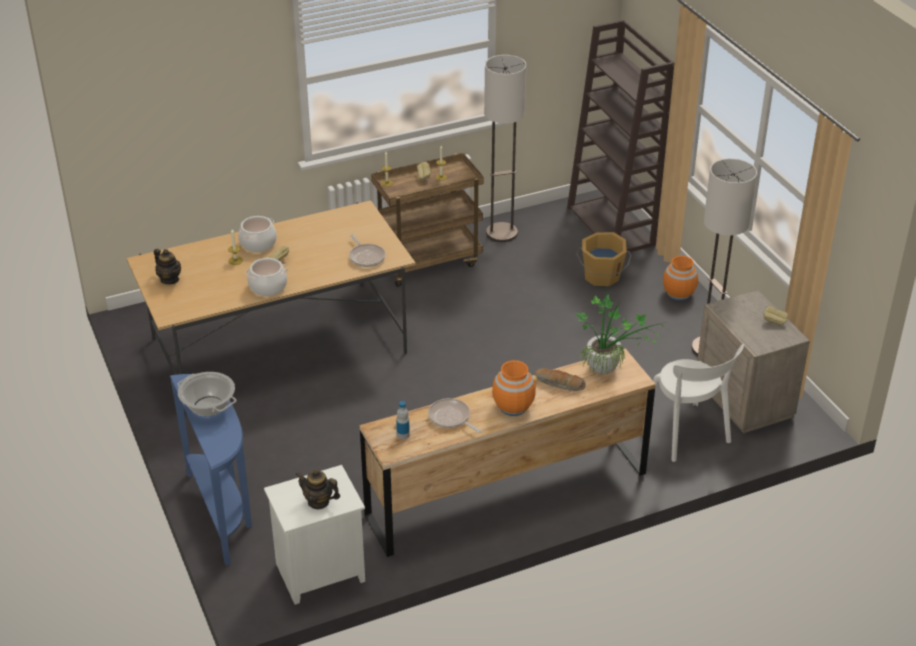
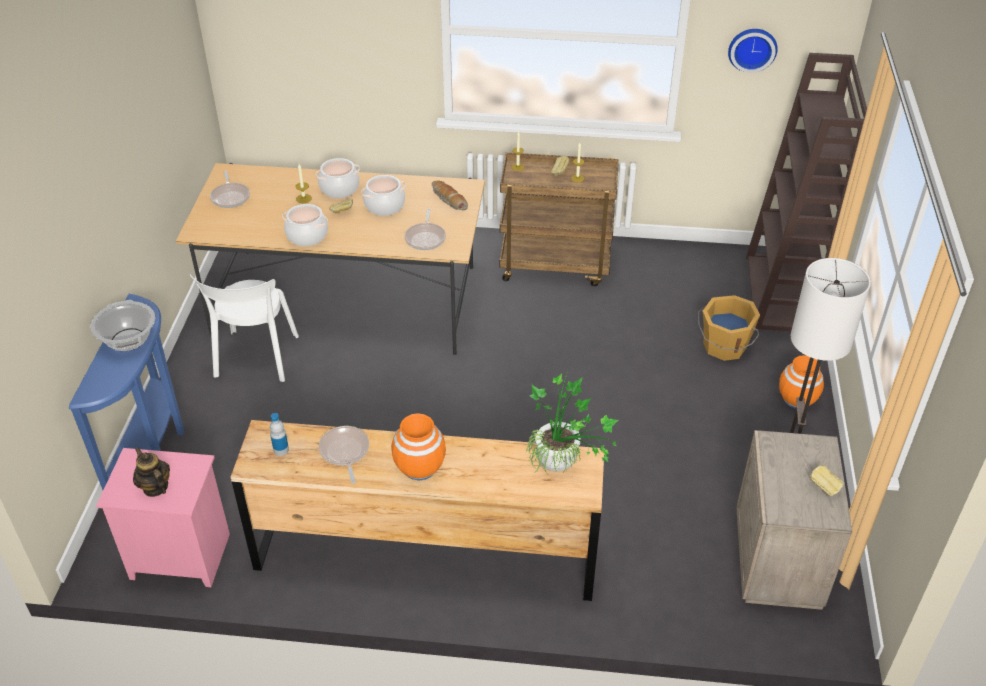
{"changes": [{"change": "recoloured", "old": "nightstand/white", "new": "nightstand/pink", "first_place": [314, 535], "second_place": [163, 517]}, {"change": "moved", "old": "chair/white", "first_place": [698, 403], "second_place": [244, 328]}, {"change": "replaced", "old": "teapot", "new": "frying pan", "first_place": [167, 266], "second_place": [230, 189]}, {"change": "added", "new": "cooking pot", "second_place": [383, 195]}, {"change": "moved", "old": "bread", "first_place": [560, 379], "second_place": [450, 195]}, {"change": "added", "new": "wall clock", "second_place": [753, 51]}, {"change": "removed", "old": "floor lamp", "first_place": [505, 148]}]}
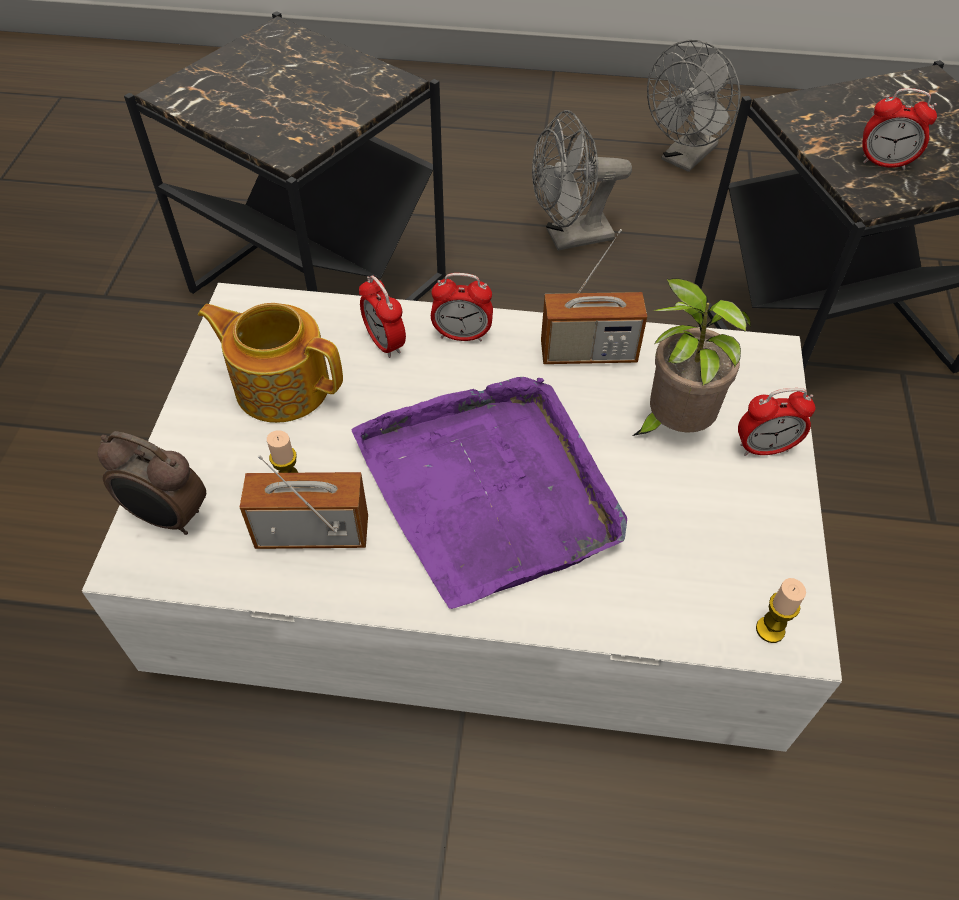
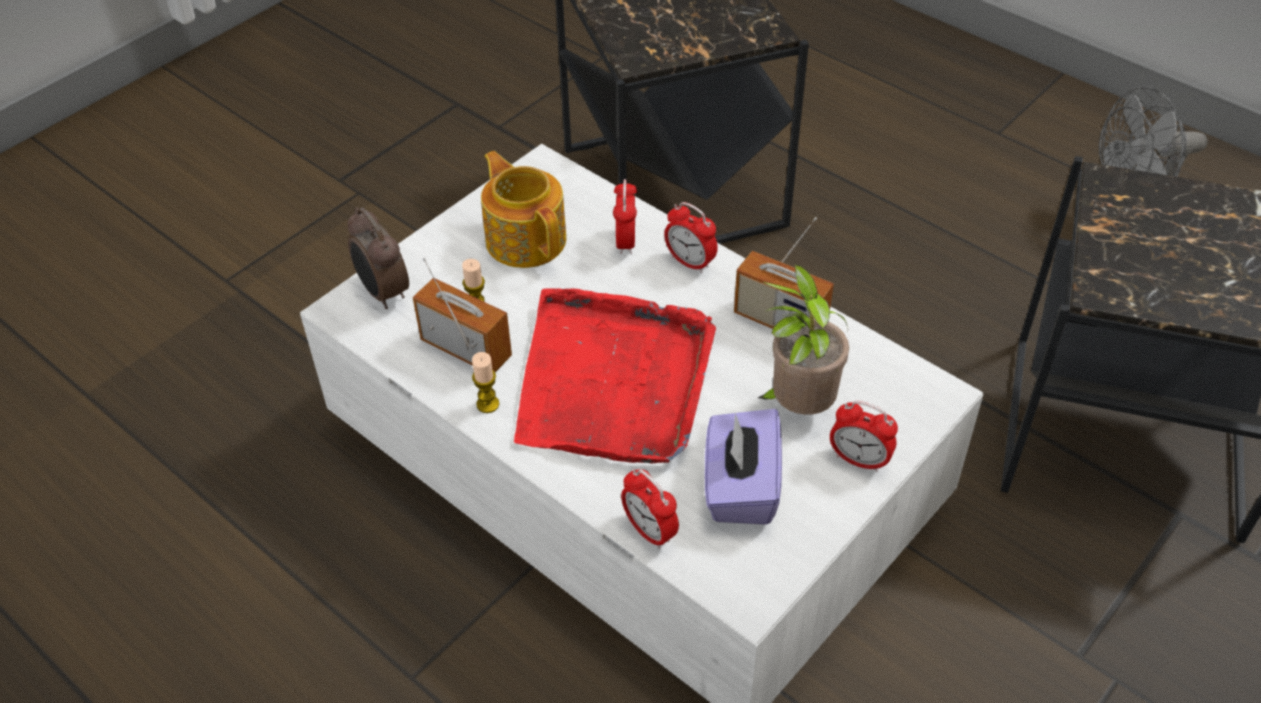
{"changes": [{"change": "moved", "old": "candle", "first_place": [781, 610], "second_place": [485, 382]}, {"change": "recoloured", "old": "tray/purple", "new": "tray/red", "first_place": [489, 493], "second_place": [615, 375]}, {"change": "moved", "old": "alarm clock", "first_place": [899, 129], "second_place": [650, 509]}, {"change": "added", "new": "tissue box/purple", "second_place": [743, 467]}, {"change": "removed", "old": "fan/grey", "first_place": [582, 180]}]}
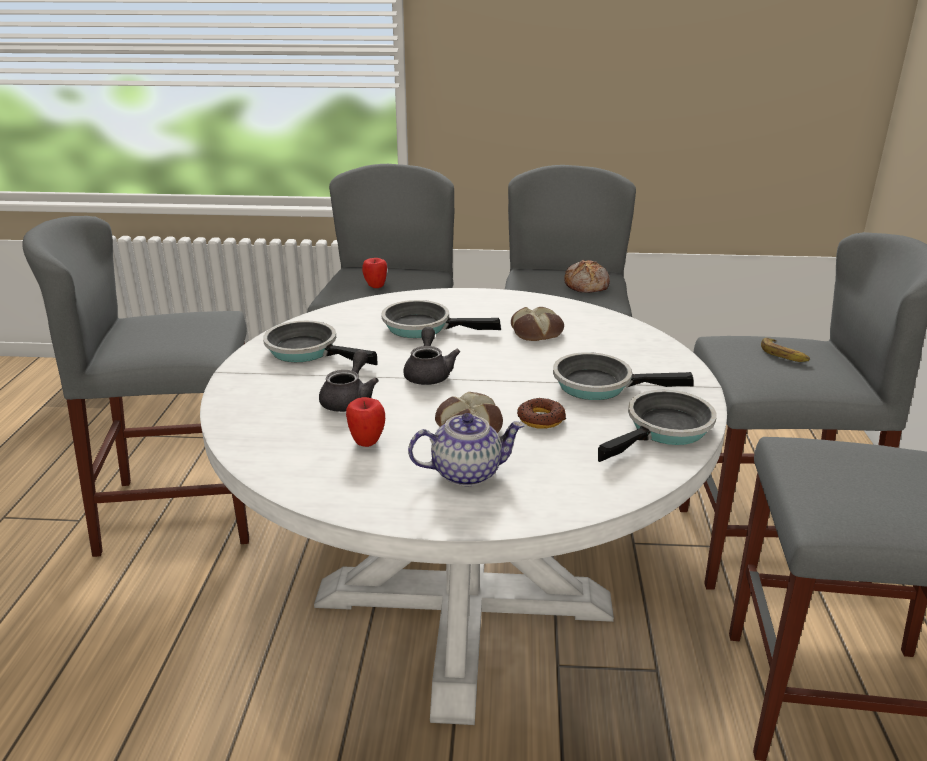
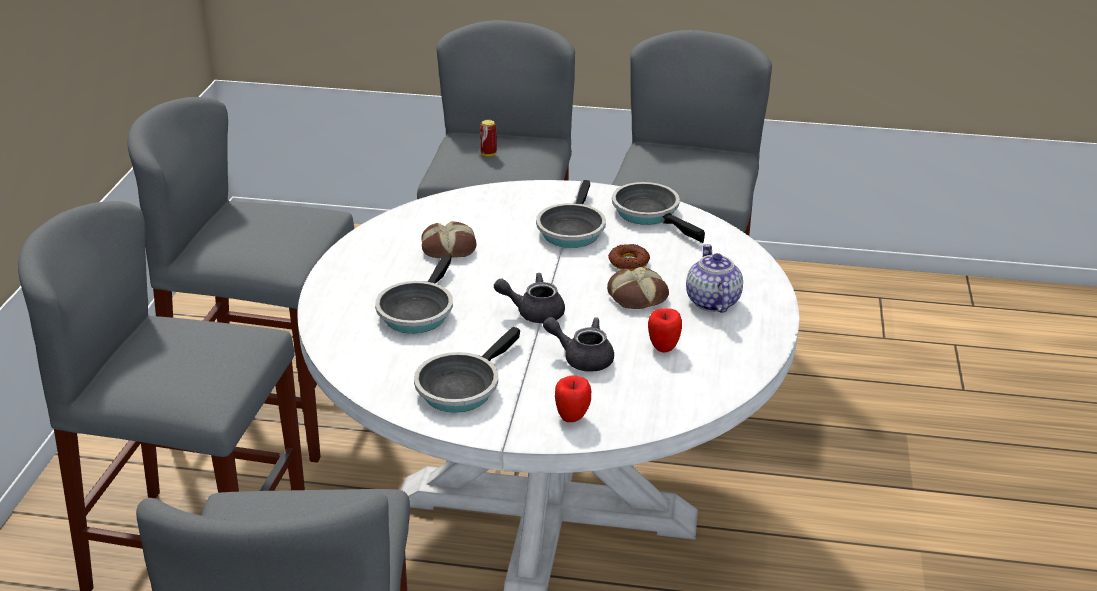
{"changes": [{"change": "replaced", "old": "banana", "new": "can", "first_place": [785, 350], "second_place": [488, 138]}, {"change": "moved", "old": "apple", "first_place": [374, 273], "second_place": [573, 399]}, {"change": "removed", "old": "bread", "first_place": [587, 276]}]}
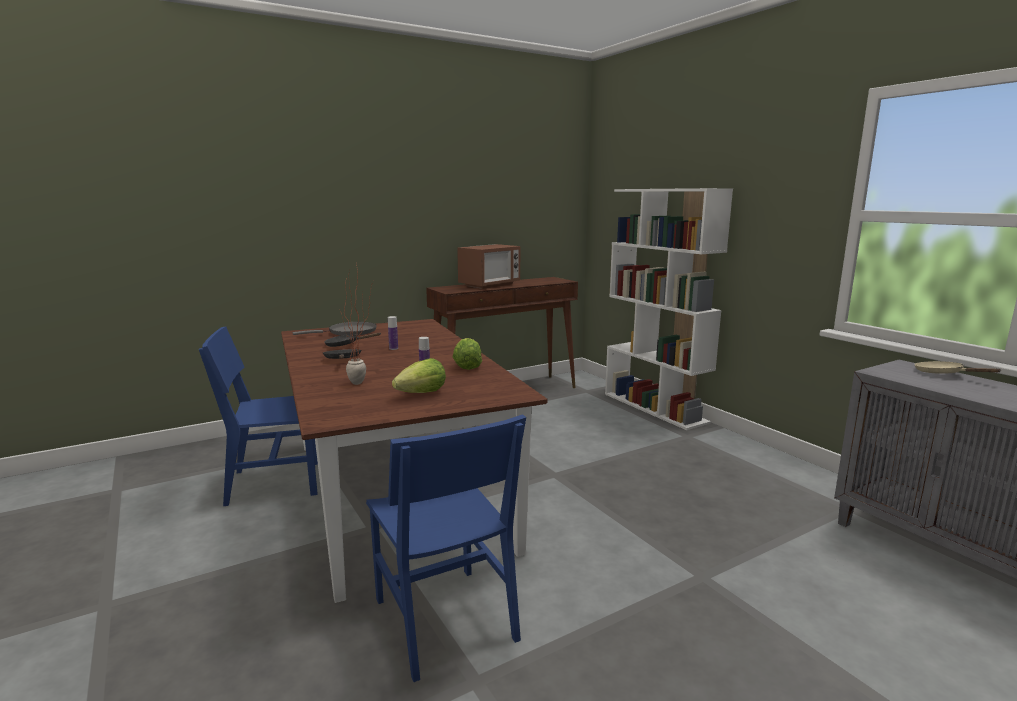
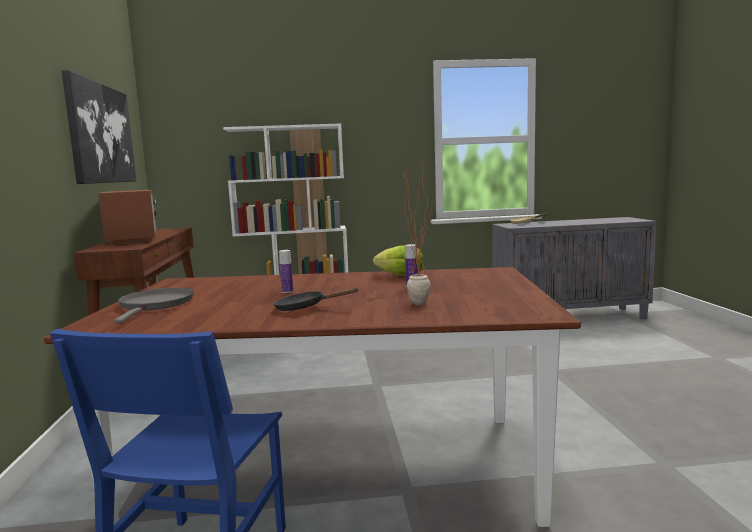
{"changes": [{"change": "added", "new": "picture", "second_place": [99, 127]}, {"change": "removed", "old": "frying pan/black", "first_place": [352, 339]}, {"change": "removed", "old": "chair/blue", "first_place": [446, 548]}, {"change": "removed", "old": "lettuce", "first_place": [419, 375]}]}
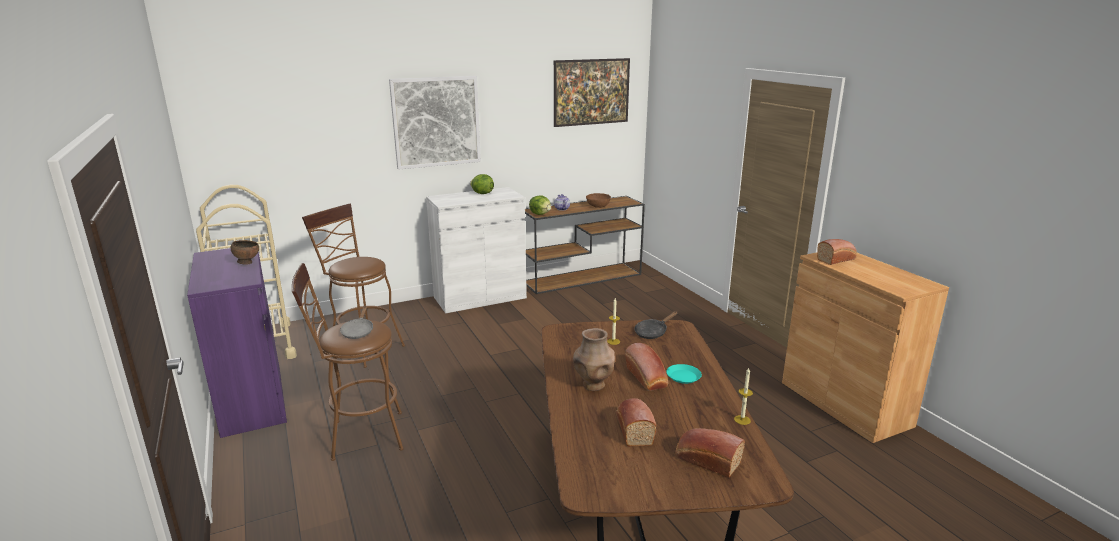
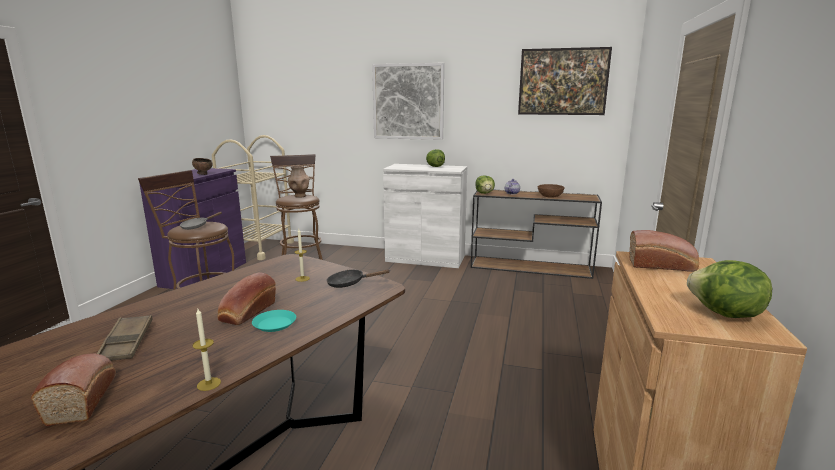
{"changes": [{"change": "replaced", "old": "bread", "new": "tray/brown", "first_place": [636, 422], "second_place": [124, 338]}, {"change": "moved", "old": "vase/brown", "first_place": [594, 359], "second_place": [298, 182]}, {"change": "added", "new": "lettuce", "second_place": [729, 289]}]}
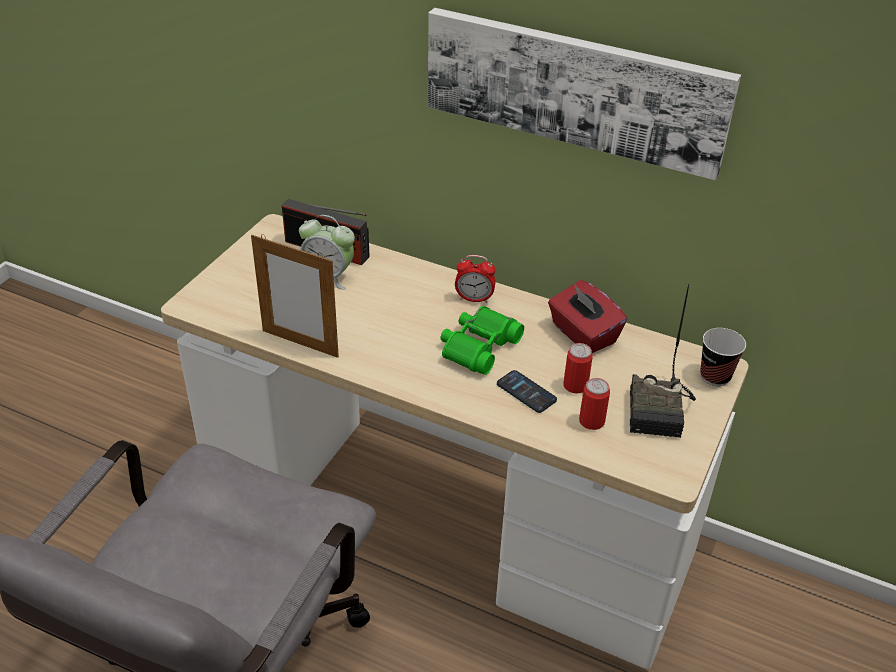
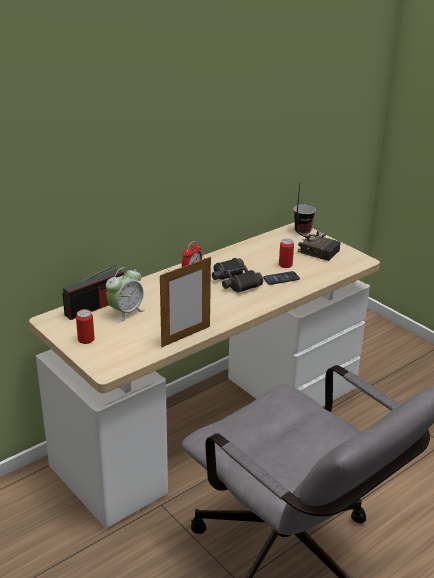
{"changes": [{"change": "moved", "old": "can", "first_place": [594, 404], "second_place": [85, 326]}, {"change": "recoloured", "old": "binoculars/green", "new": "binoculars/black", "first_place": [482, 340], "second_place": [237, 275]}, {"change": "removed", "old": "picture", "first_place": [584, 94]}, {"change": "removed", "old": "tissue box/red", "first_place": [587, 316]}]}
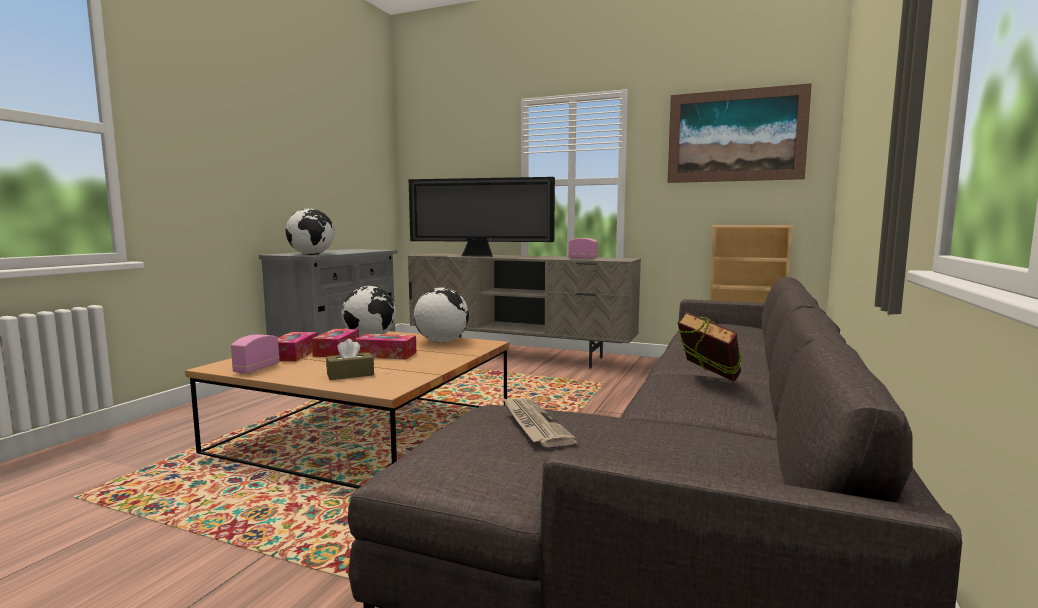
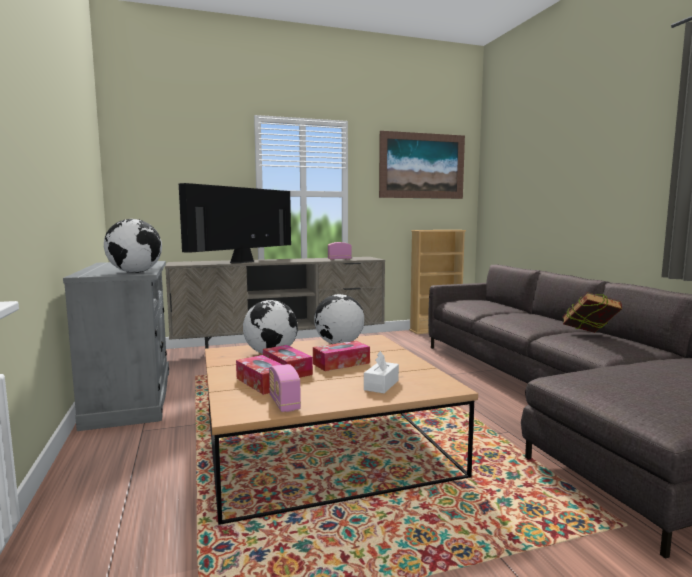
{"changes": [{"change": "turned", "old": "television", "first_place": [482, 217], "second_place": [235, 223], "degrees": 150}, {"change": "recoloured", "old": "tissue box/brown", "new": "tissue box/white", "first_place": [350, 359], "second_place": [381, 372]}, {"change": "removed", "old": "newspaper", "first_place": [540, 422]}]}
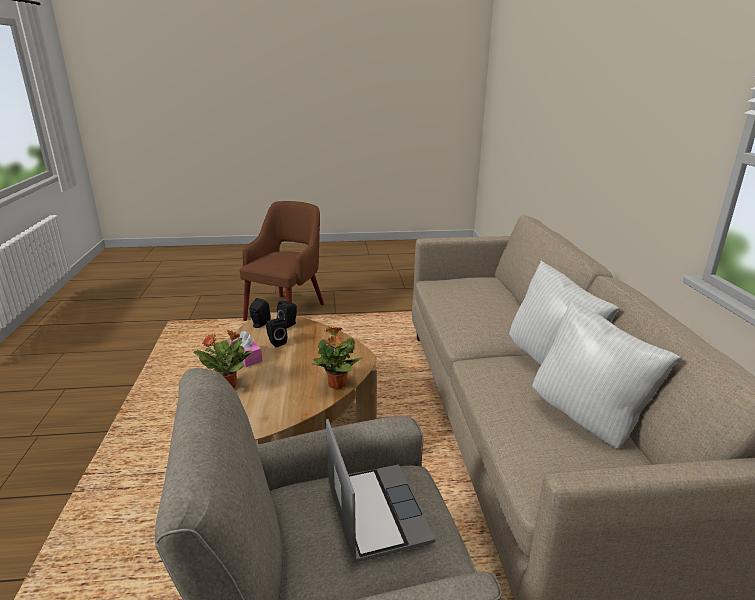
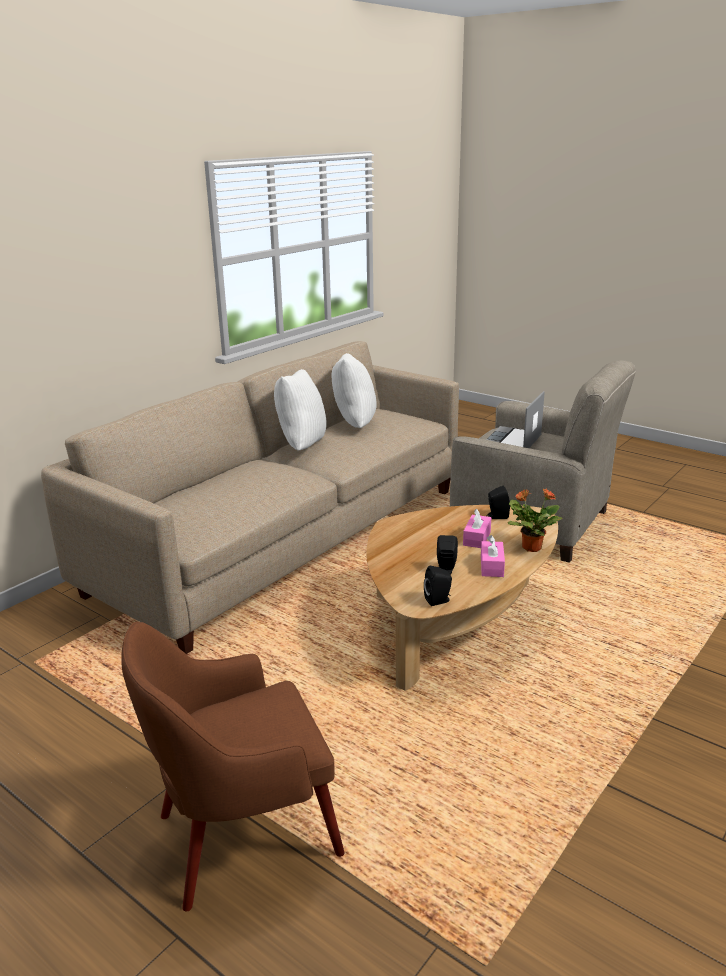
{"changes": [{"change": "added", "new": "tissue box/pink", "second_place": [477, 528]}, {"change": "moved", "old": "speaker/black", "first_place": [287, 314], "second_place": [498, 502]}, {"change": "removed", "old": "potted plant", "first_place": [337, 358]}]}
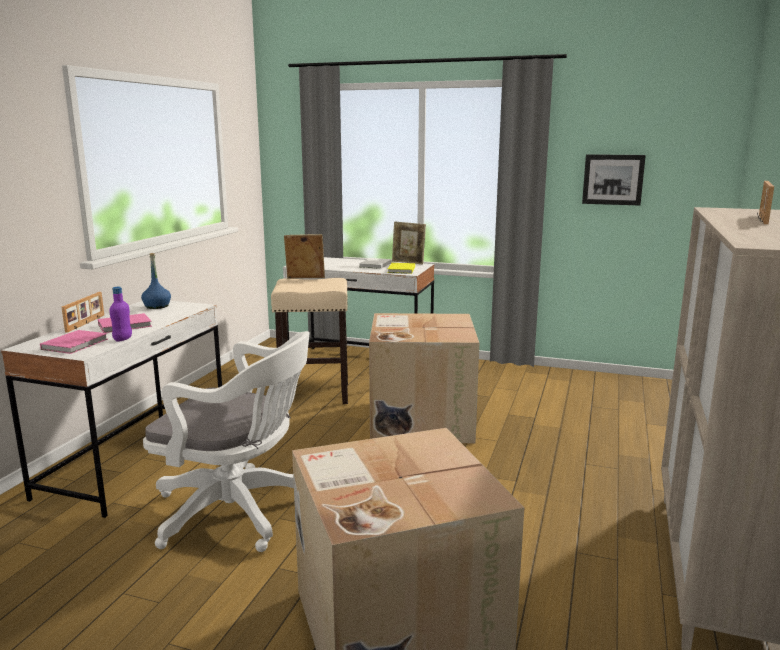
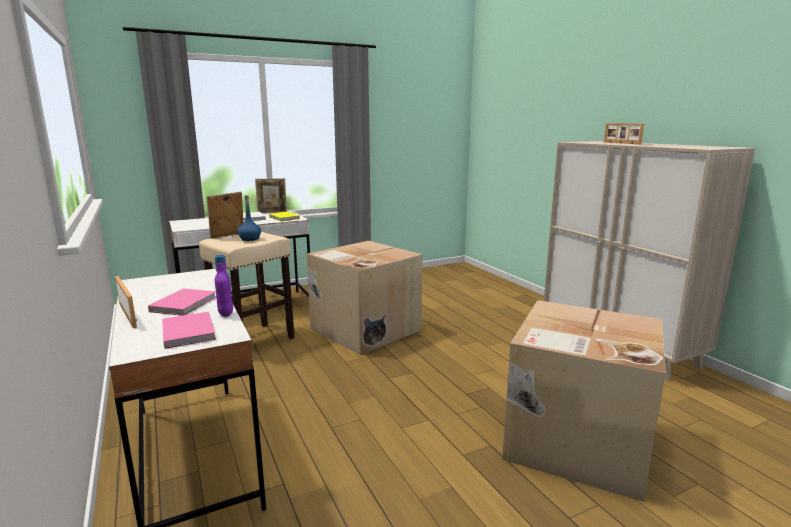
{"changes": [{"change": "moved", "old": "bottle/blue", "first_place": [156, 281], "second_place": [249, 218]}, {"change": "removed", "old": "office chair/white", "first_place": [226, 441]}, {"change": "removed", "old": "picture", "first_place": [614, 180]}]}
